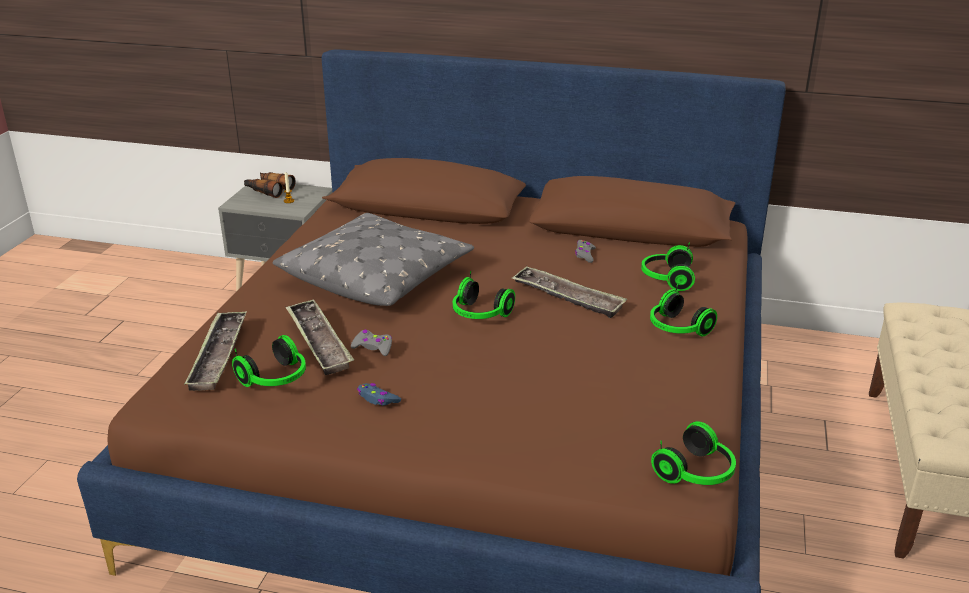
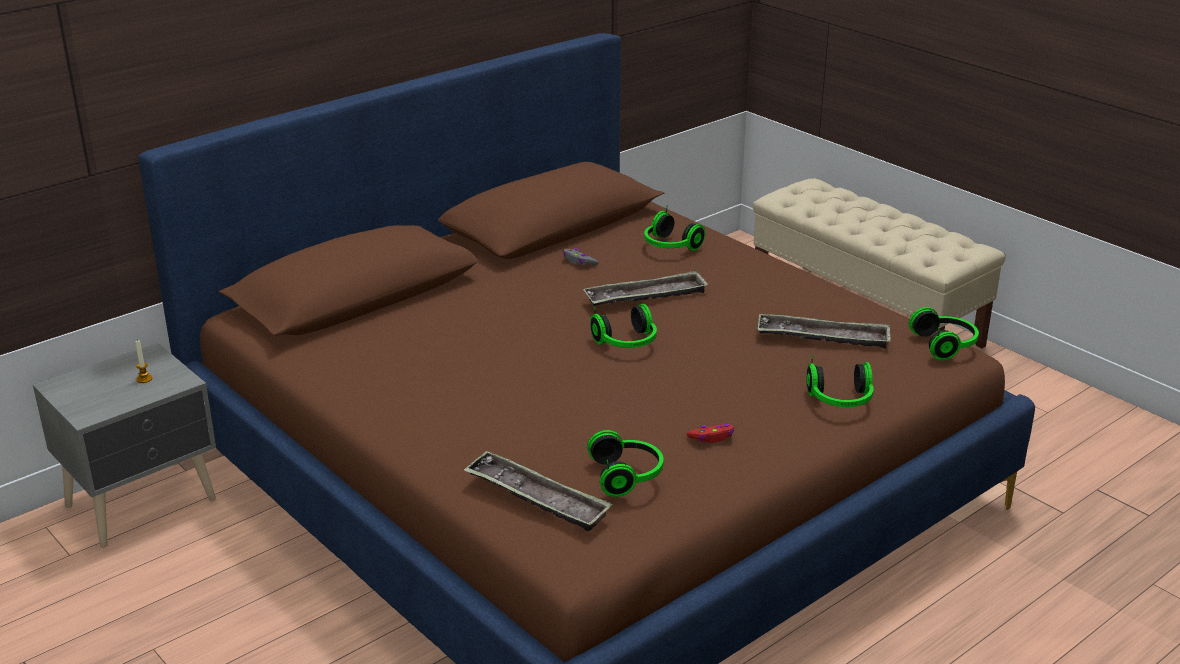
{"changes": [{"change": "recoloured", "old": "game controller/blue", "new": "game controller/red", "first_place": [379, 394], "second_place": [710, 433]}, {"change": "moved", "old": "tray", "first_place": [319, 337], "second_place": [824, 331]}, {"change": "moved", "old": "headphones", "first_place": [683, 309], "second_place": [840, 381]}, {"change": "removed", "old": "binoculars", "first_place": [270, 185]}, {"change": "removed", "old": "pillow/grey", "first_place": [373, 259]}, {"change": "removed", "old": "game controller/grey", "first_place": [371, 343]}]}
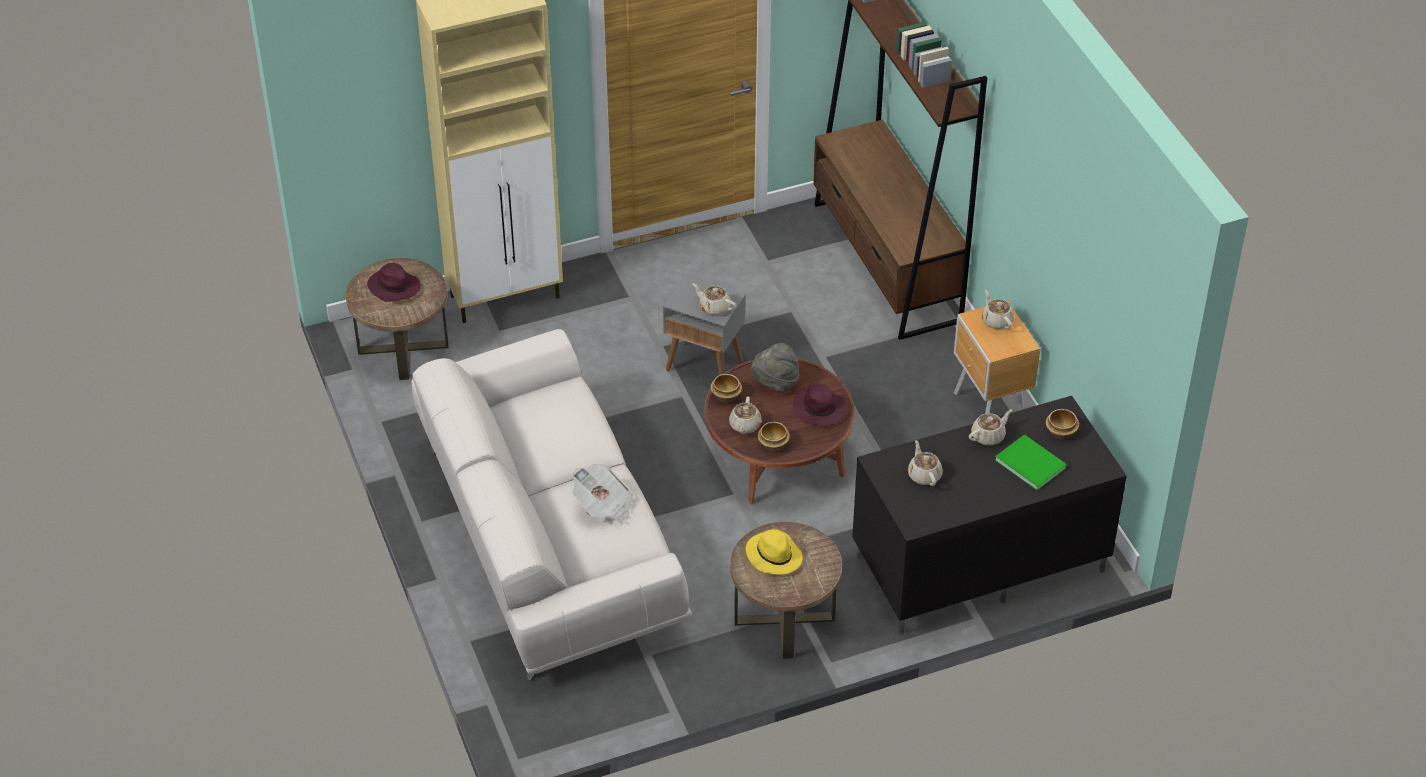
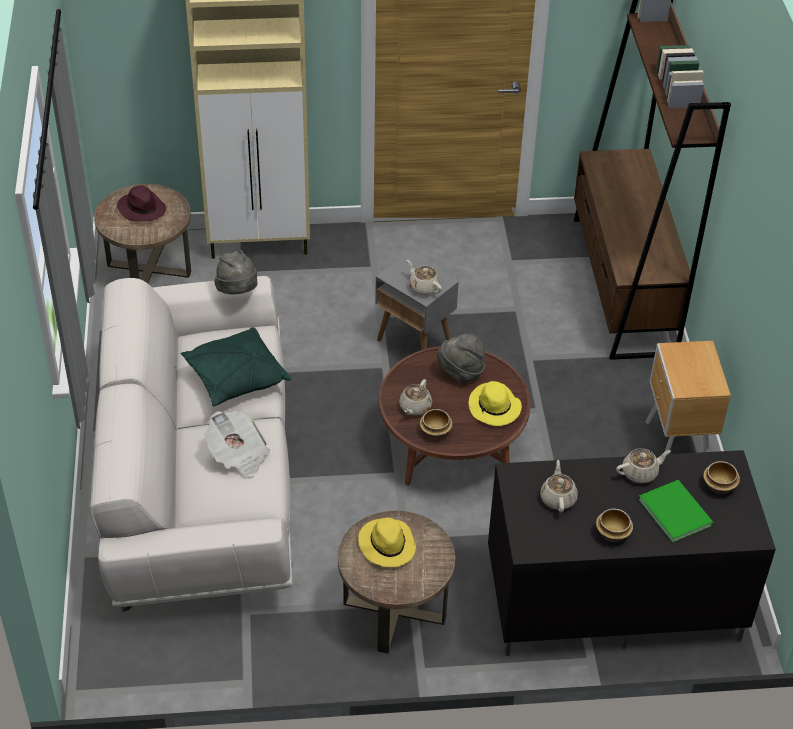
{"changes": [{"change": "added", "new": "pillow/green", "second_place": [236, 366]}, {"change": "added", "new": "hat/grey", "second_place": [236, 272]}, {"change": "recoloured", "old": "hat/purple", "new": "hat/yellow", "first_place": [820, 405], "second_place": [495, 403]}, {"change": "moved", "old": "bowl", "first_place": [726, 388], "second_place": [614, 525]}, {"change": "removed", "old": "teapot/beige", "first_place": [998, 309]}]}
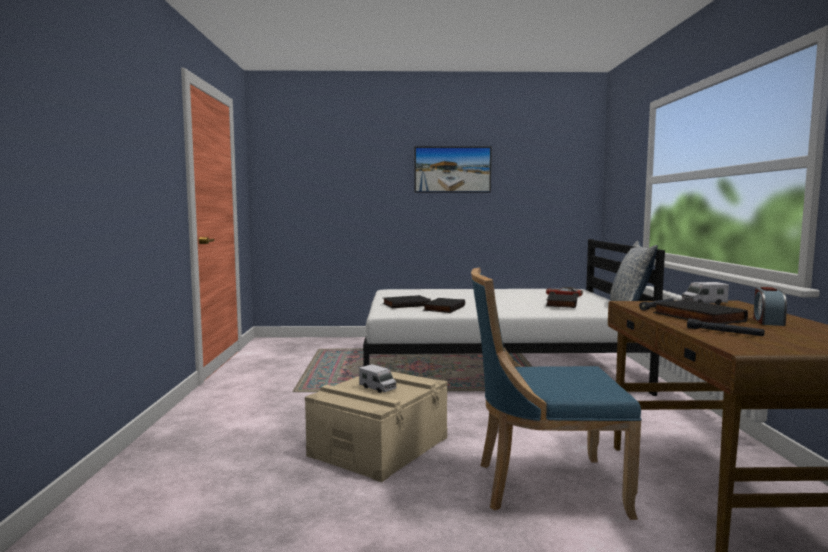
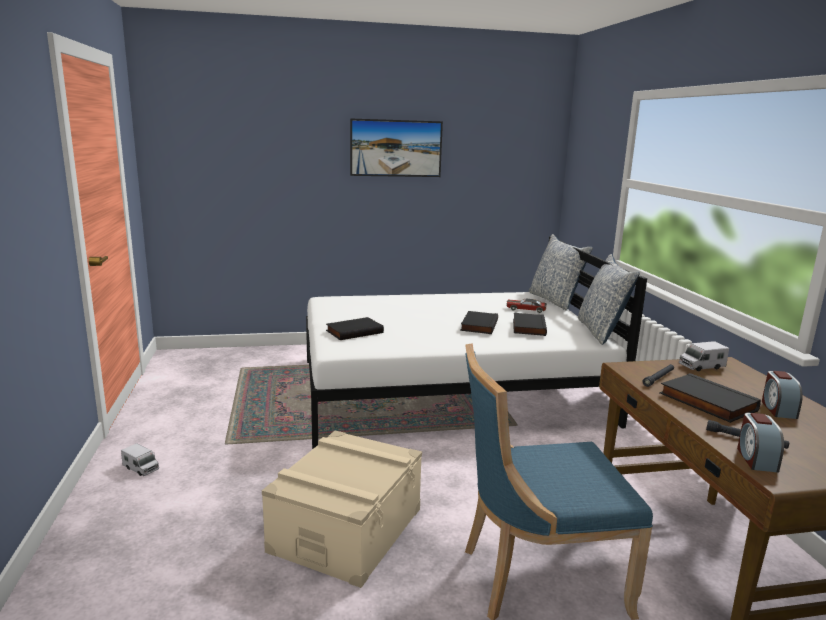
{"changes": [{"change": "moved", "old": "toy truck", "first_place": [378, 378], "second_place": [140, 459]}, {"change": "moved", "old": "book/black", "first_place": [444, 305], "second_place": [479, 322]}, {"change": "added", "new": "pillow", "second_place": [561, 272]}, {"change": "added", "new": "alarm clock", "second_place": [760, 443]}]}
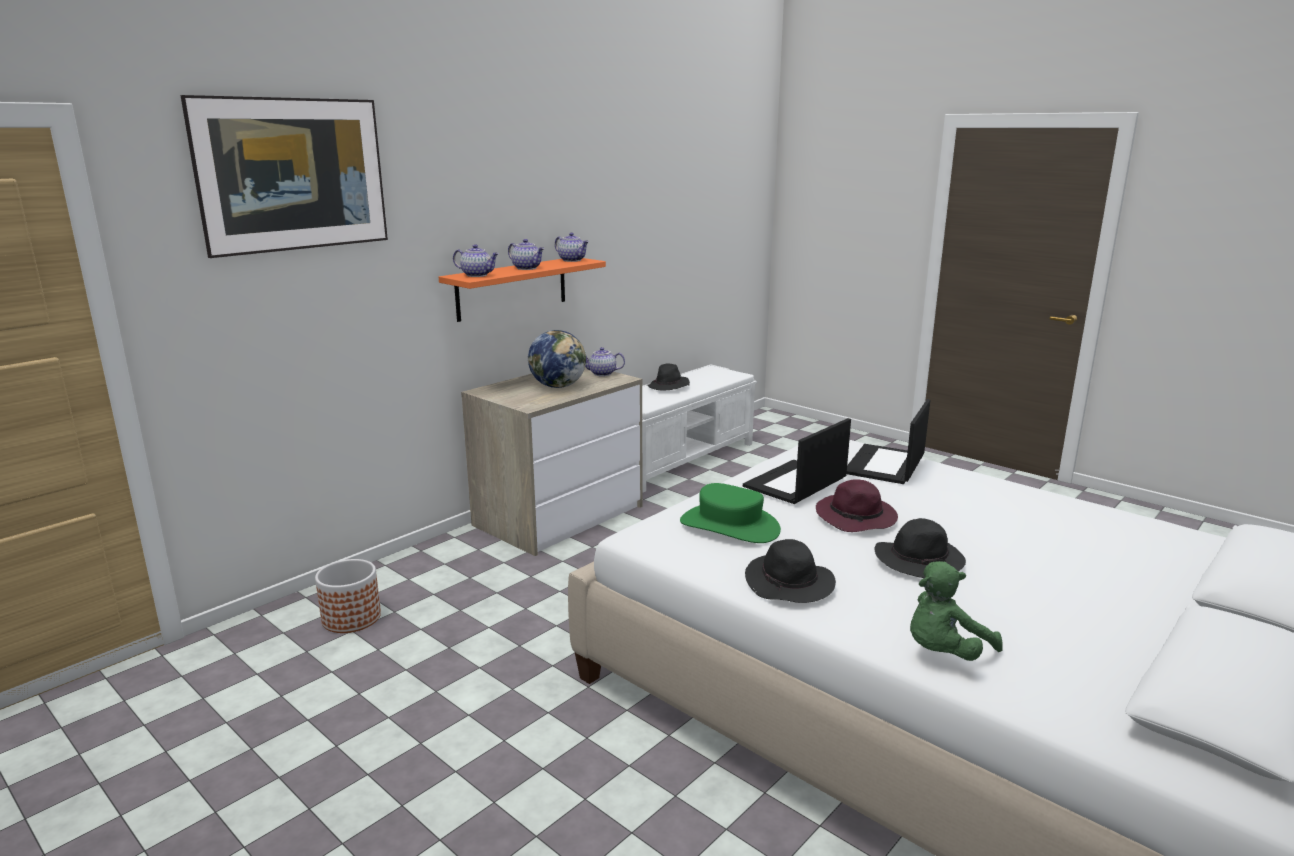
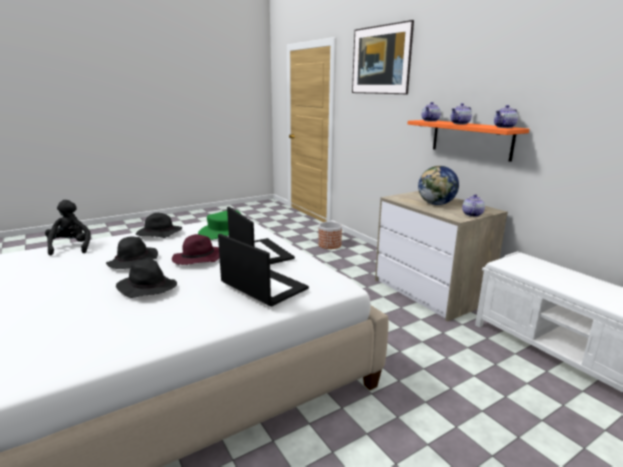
{"changes": [{"change": "recoloured", "old": "plush toy/green", "new": "plush toy/black", "first_place": [956, 611], "second_place": [67, 228]}, {"change": "moved", "old": "hat/black", "first_place": [668, 377], "second_place": [146, 278]}]}
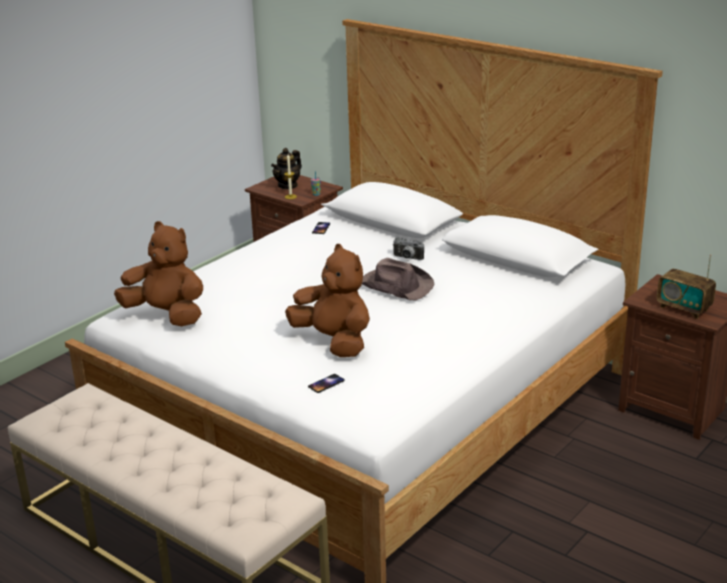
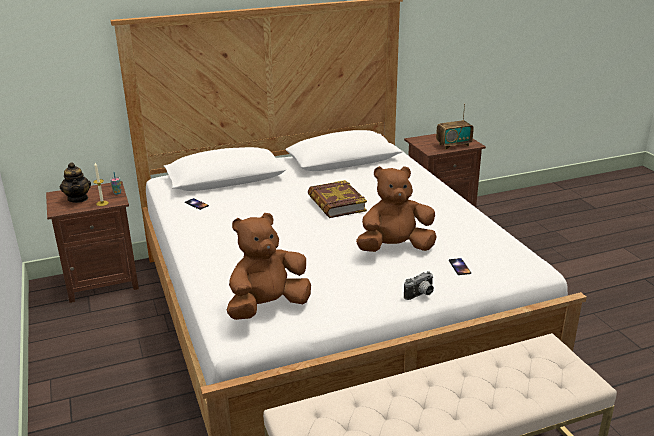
{"changes": [{"change": "replaced", "old": "hat/brown", "new": "book", "first_place": [398, 279], "second_place": [337, 199]}, {"change": "moved", "old": "photo camera", "first_place": [408, 248], "second_place": [419, 285]}]}
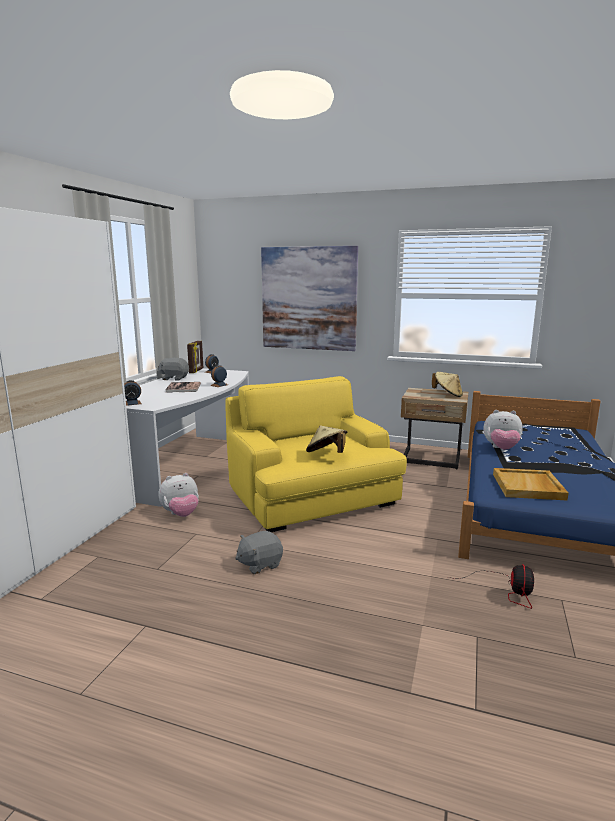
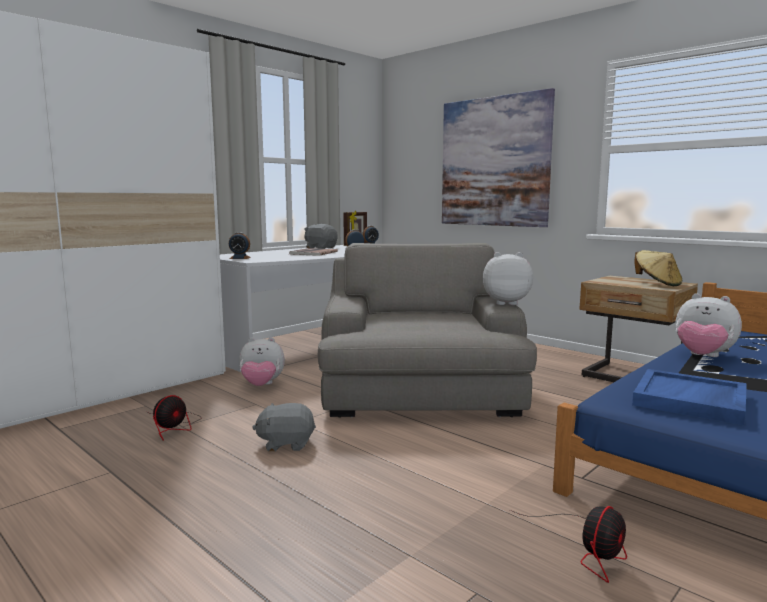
{"changes": [{"change": "added", "new": "fan", "second_place": [173, 418]}, {"change": "recoloured", "old": "armchair/yellow", "new": "armchair/grey", "first_place": [316, 454], "second_place": [427, 330]}, {"change": "added", "new": "plush toy", "second_place": [508, 278]}, {"change": "recoloured", "old": "tray/beige", "new": "tray/blue", "first_place": [531, 484], "second_place": [689, 397]}, {"change": "removed", "old": "hat/beige", "first_place": [326, 439]}]}
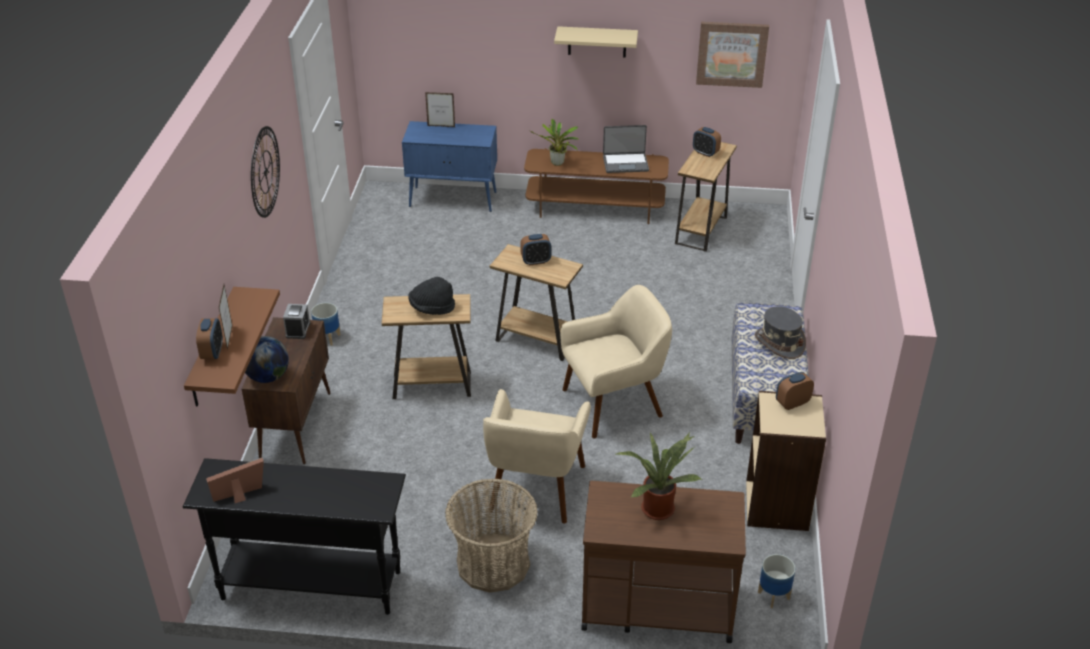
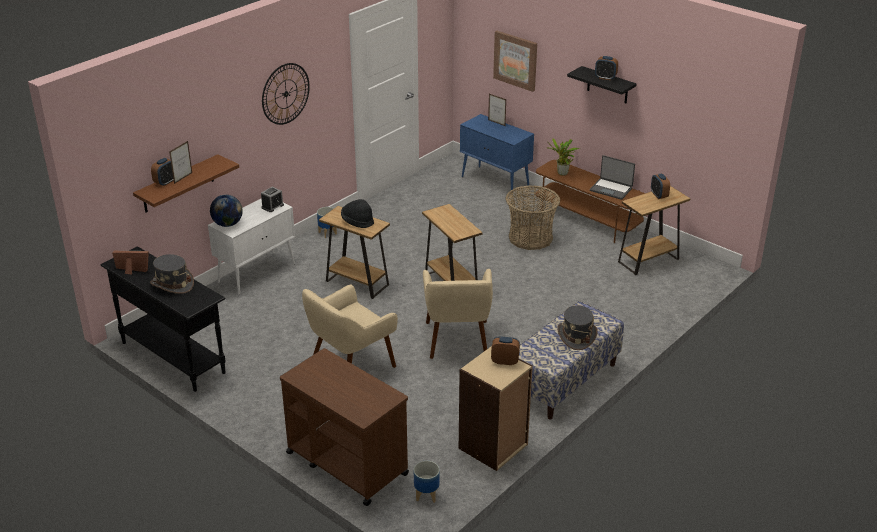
{"changes": [{"change": "added", "new": "hat/grey", "second_place": [172, 274]}, {"change": "recoloured", "old": "cabinet/brown", "new": "cabinet/white", "first_place": [286, 390], "second_place": [251, 247]}, {"change": "turned", "old": "armchair/beige", "first_place": [616, 362], "second_place": [458, 314], "degrees": 75}, {"change": "moved", "old": "picture", "first_place": [732, 55], "second_place": [515, 61]}, {"change": "moved", "old": "basket", "first_place": [491, 535], "second_place": [532, 217]}, {"change": "recoloured", "old": "shelf/beige", "new": "shelf/black", "first_place": [596, 41], "second_place": [602, 84]}, {"change": "moved", "old": "alarm clock", "first_place": [535, 250], "second_place": [606, 68]}, {"change": "removed", "old": "potted plant", "first_place": [658, 476]}]}
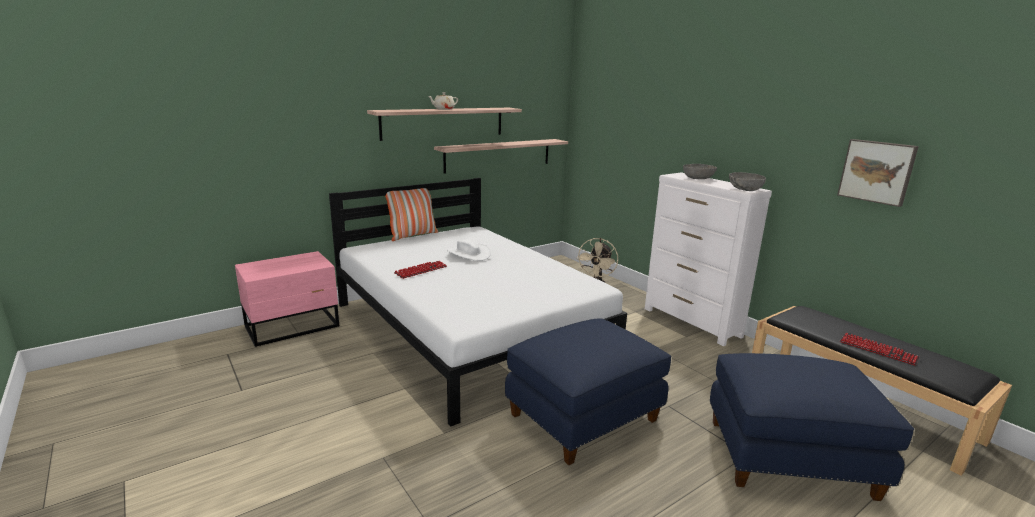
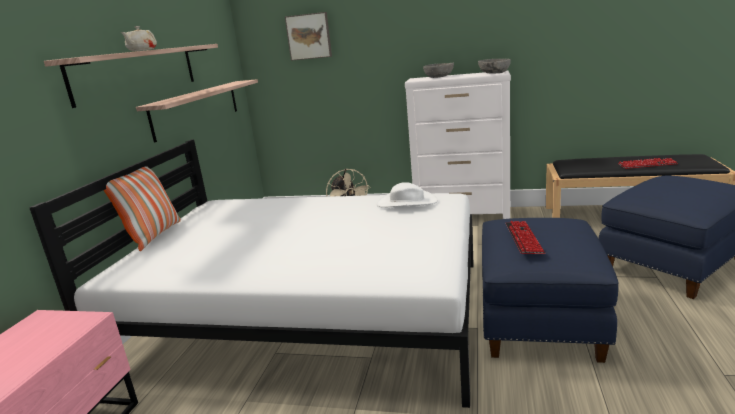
{"changes": [{"change": "moved", "old": "picture", "first_place": [878, 173], "second_place": [308, 36]}, {"change": "moved", "old": "hat/white", "first_place": [469, 249], "second_place": [407, 194]}, {"change": "moved", "old": "keyboard", "first_place": [420, 270], "second_place": [525, 237]}]}
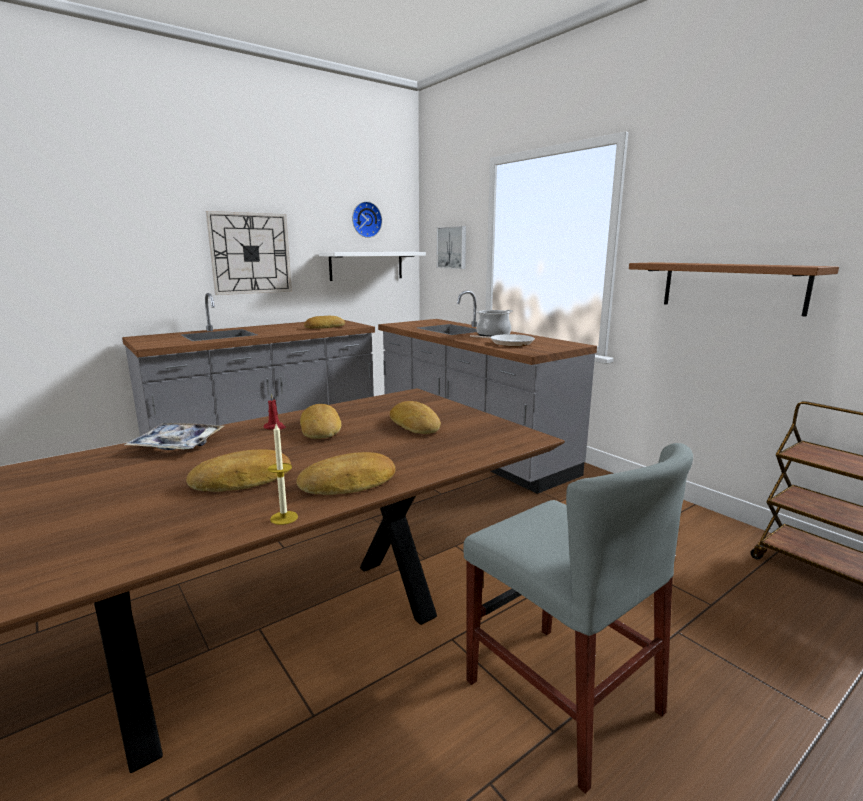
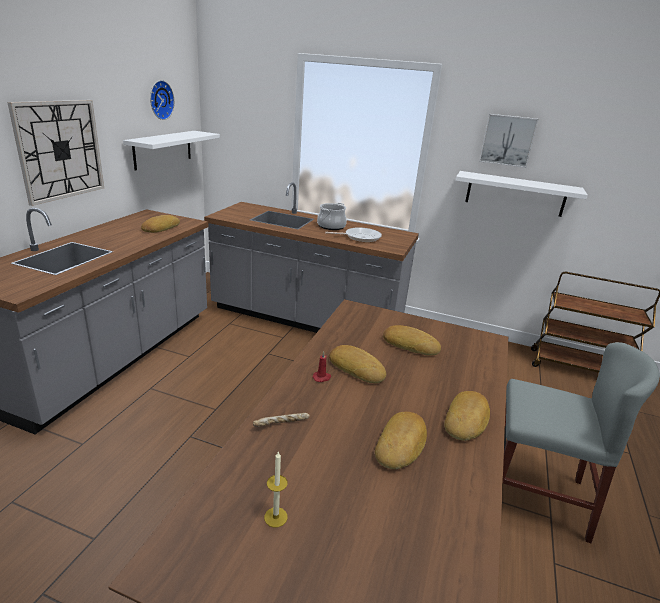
{"changes": [{"change": "replaced", "old": "tray", "new": "bread", "first_place": [174, 436], "second_place": [281, 420]}, {"change": "moved", "old": "candle", "first_place": [283, 474], "second_place": [276, 489]}, {"change": "recoloured", "old": "shelf/brown", "new": "shelf/white", "first_place": [734, 289], "second_place": [521, 194]}, {"change": "moved", "old": "picture", "first_place": [451, 247], "second_place": [508, 141]}]}
